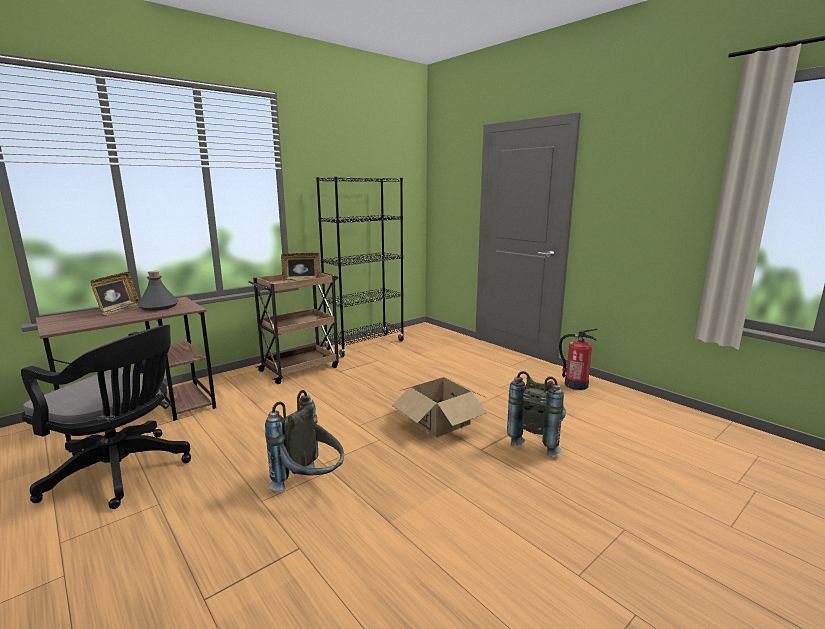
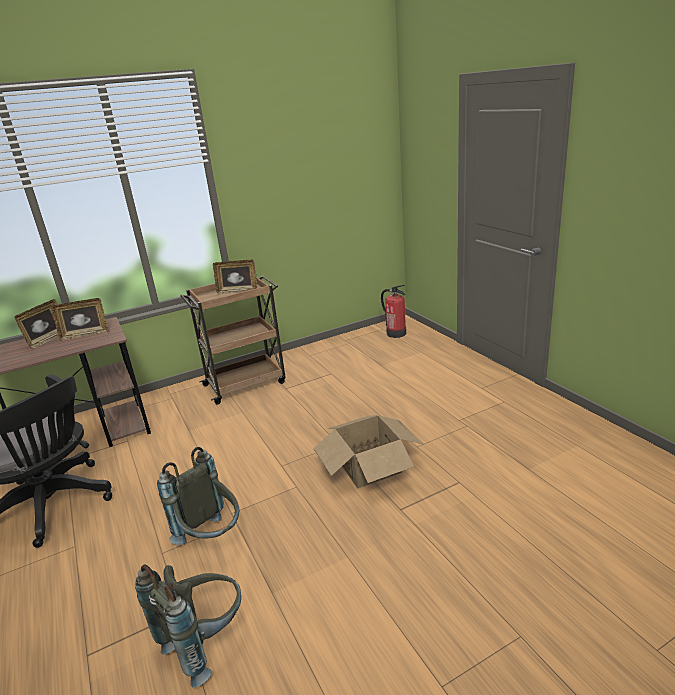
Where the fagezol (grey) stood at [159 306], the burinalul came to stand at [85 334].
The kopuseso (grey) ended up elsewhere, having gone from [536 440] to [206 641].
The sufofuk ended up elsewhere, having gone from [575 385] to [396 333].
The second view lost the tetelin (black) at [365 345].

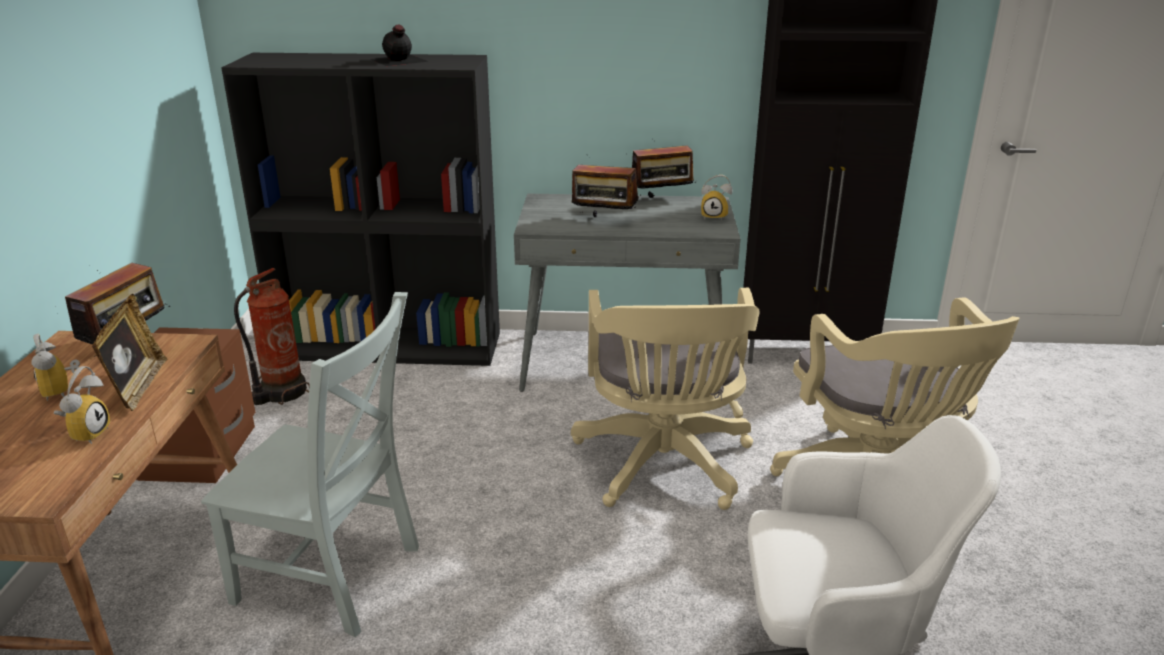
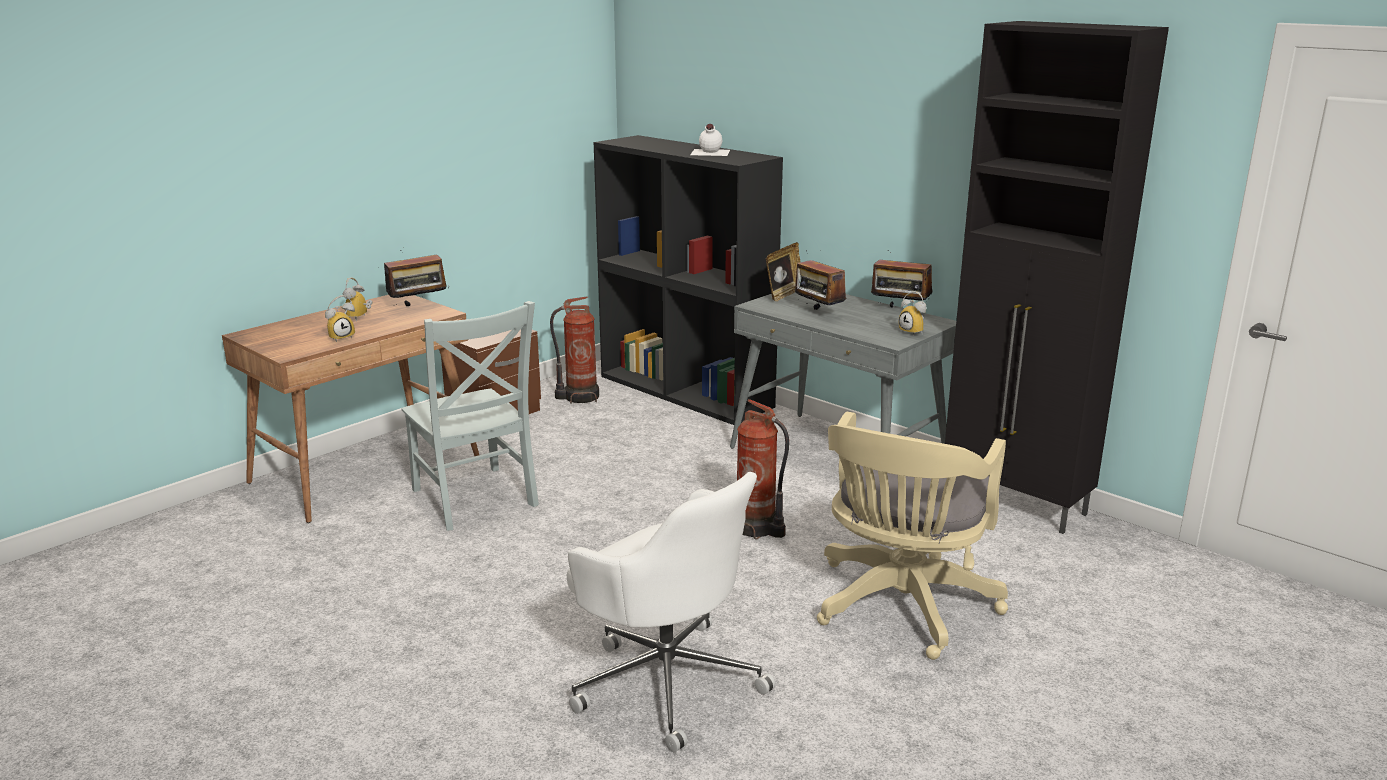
What was the fagezol (black) at [398 60] turned into the fagezol (white) at [709 152].
Where the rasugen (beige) stood at [664 467], the sufofuk came to stand at [757 528].
The burinalul ended up elsewhere, having gone from [138 387] to [784 294].

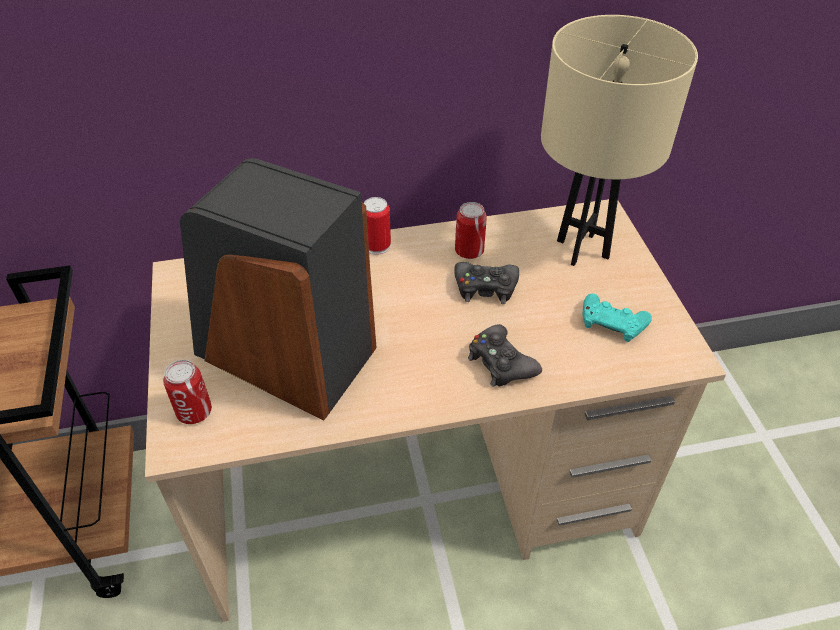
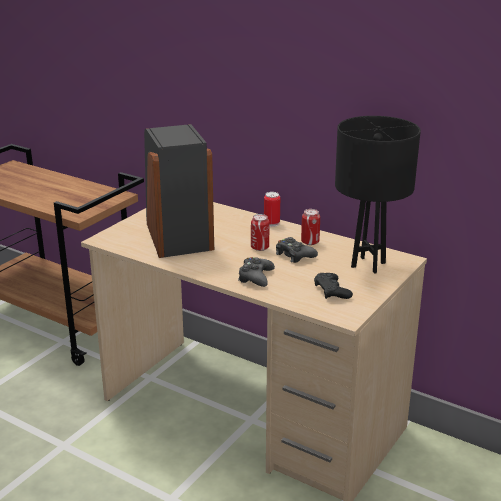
The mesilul ended up elsewhere, having gone from [194 412] to [260 247].
What was the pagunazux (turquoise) at [612 323] turned into the pagunazux (black) at [332 291].
What was the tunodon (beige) at [582 248] turned into the tunodon (black) at [368 264].

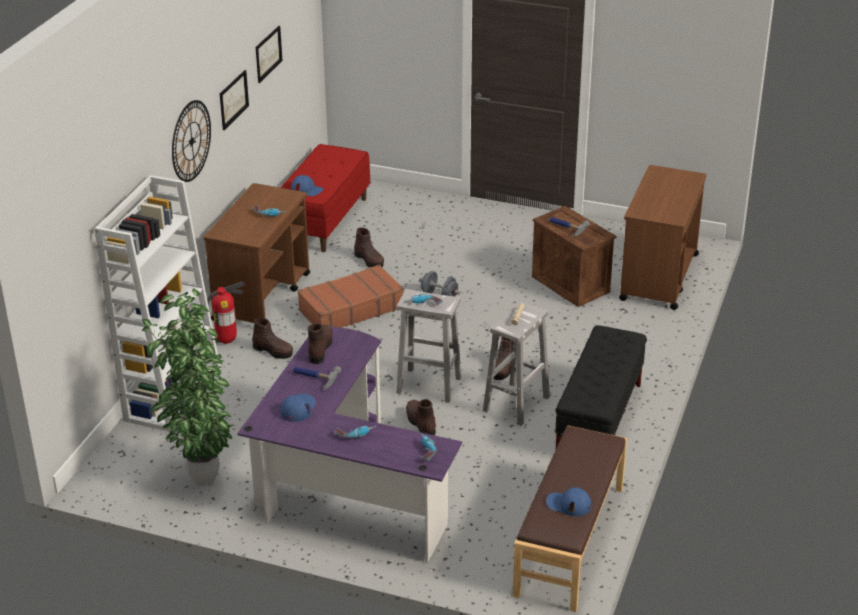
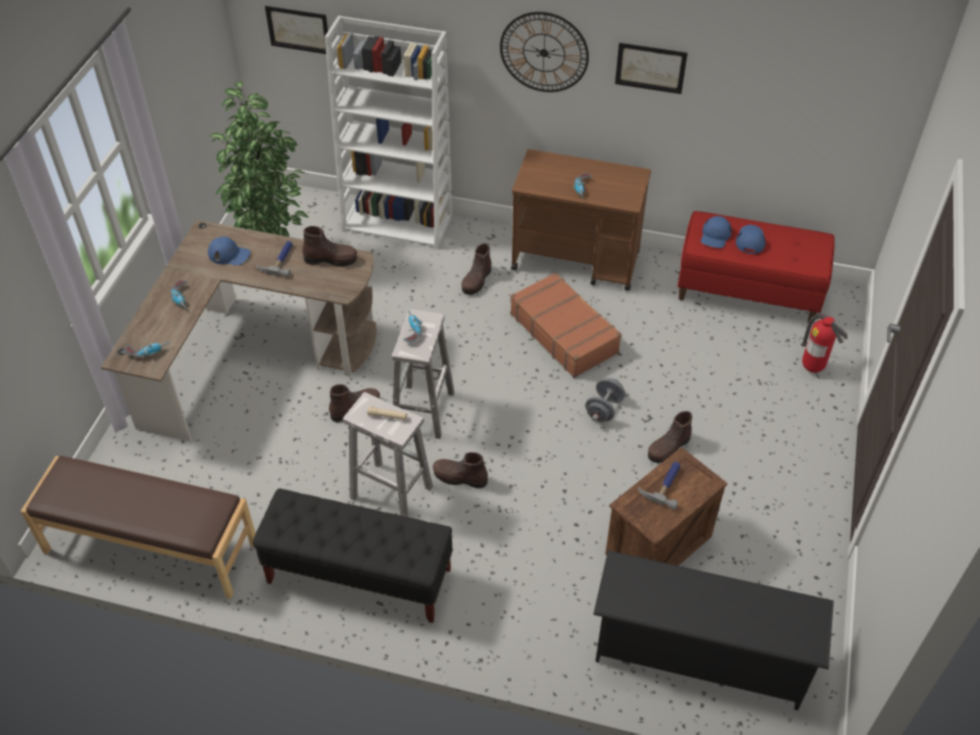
What was the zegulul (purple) at [341 488] turned into the zegulul (brown) at [252 355].
The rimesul ended up elsewhere, having gone from [268 54] to [298 29].
Where the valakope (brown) stood at [658 277], the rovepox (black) came to stand at [699 655].
The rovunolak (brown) ended up elsewhere, having gone from [369 260] to [668 448].
The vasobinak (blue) ended up elsewhere, having gone from [568 504] to [750 240].
The sufofuk ended up elsewhere, having gone from [226 341] to [813 368].

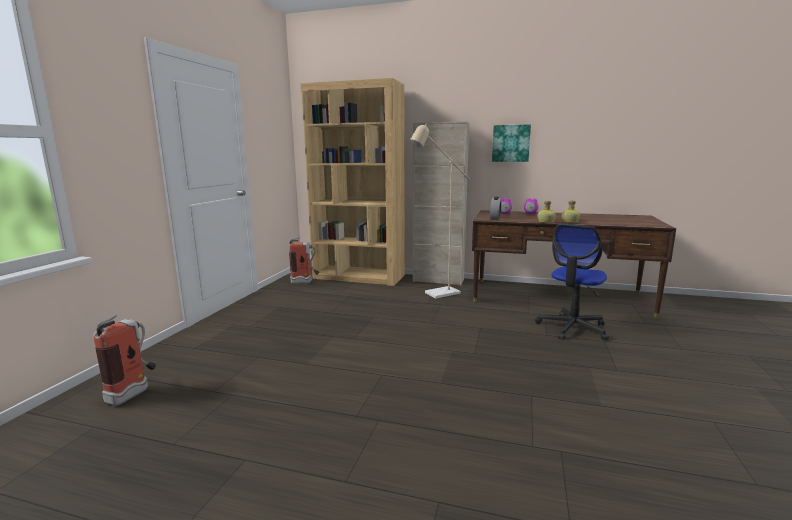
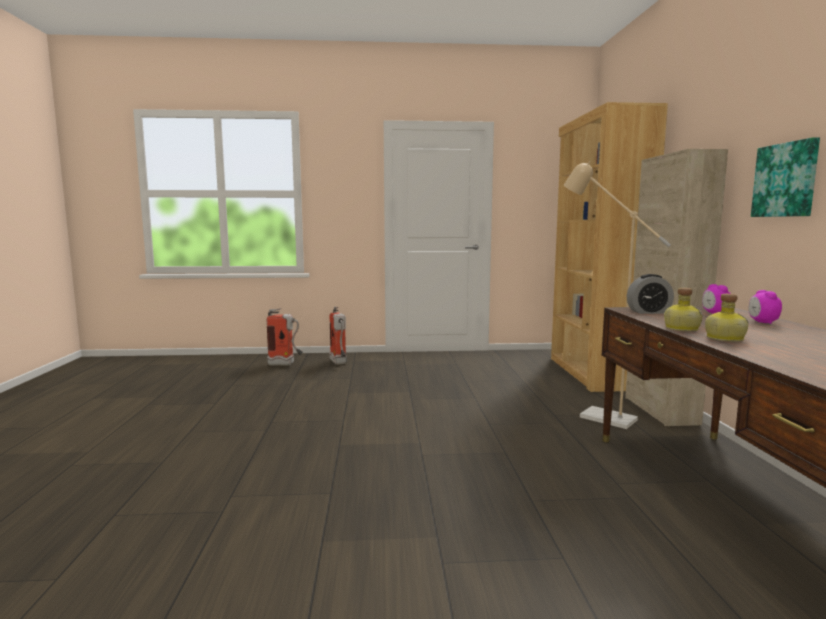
The sufofuk ended up elsewhere, having gone from [305 282] to [339 363].
The second view lost the rasugen at [572 328].

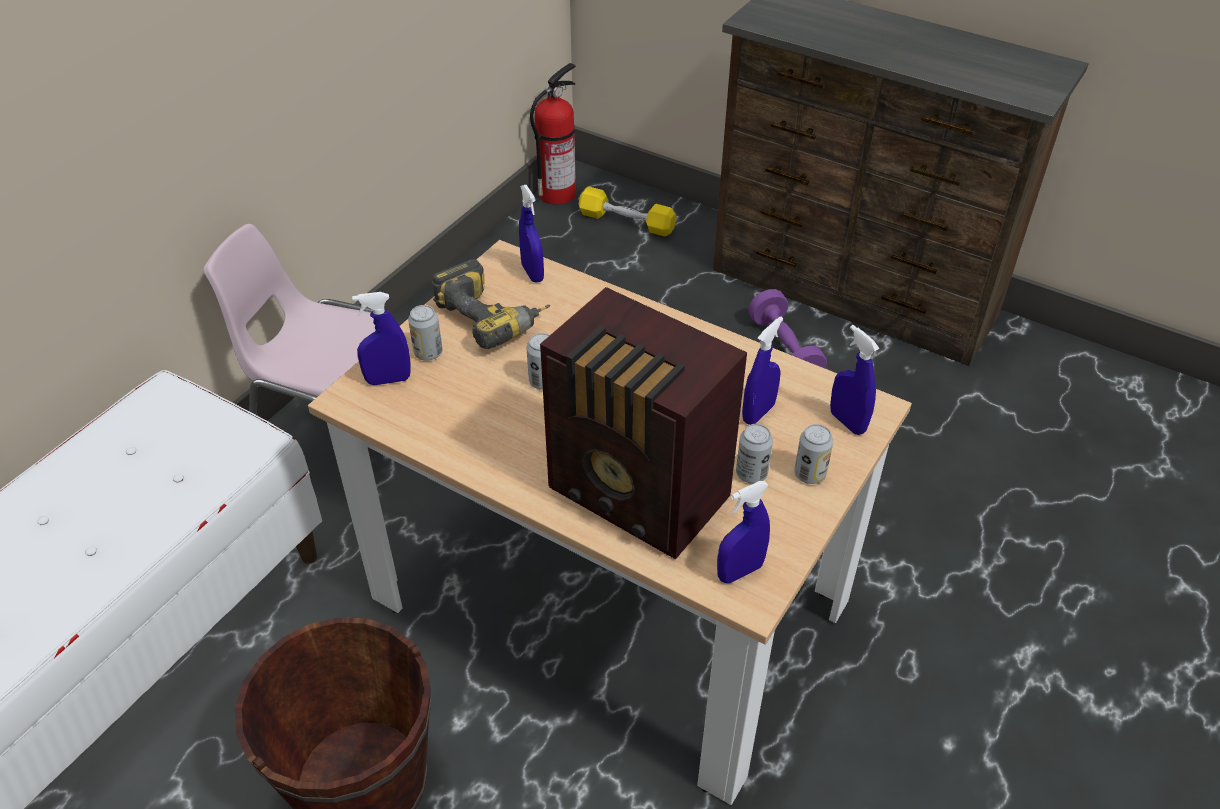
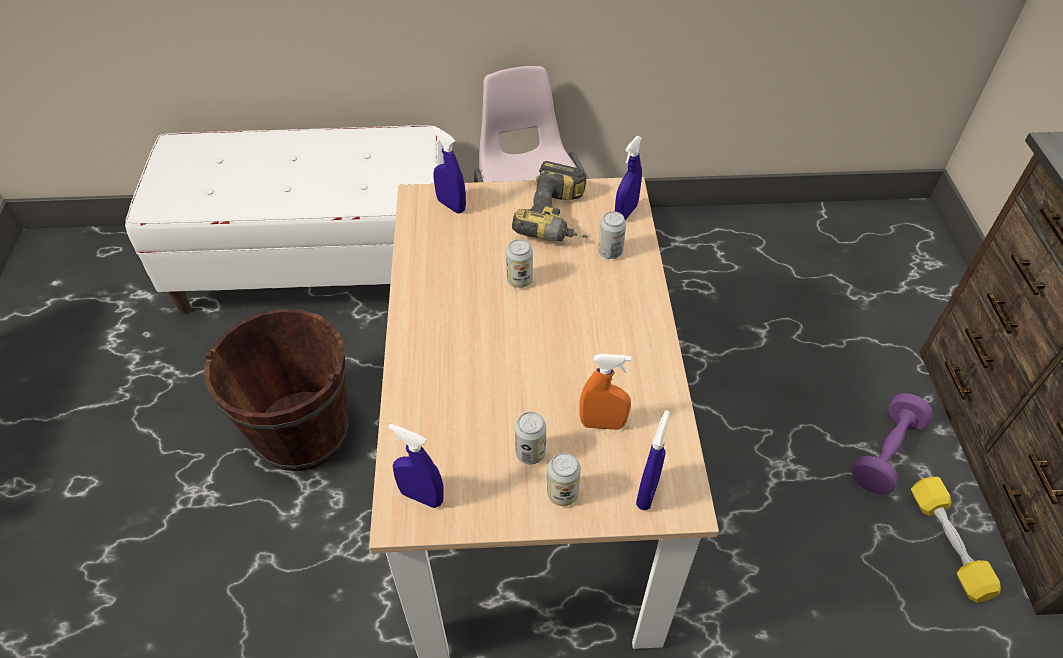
What was the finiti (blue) at [758 413] turned into the finiti (orange) at [602 424].
The mesilul ended up elsewhere, having gone from [428 353] to [610 252].
The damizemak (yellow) ended up elsewhere, having gone from [626 222] to [947 544].
The second view lost the sufofuk at [557 193].
The second view lost the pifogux at [640 497].

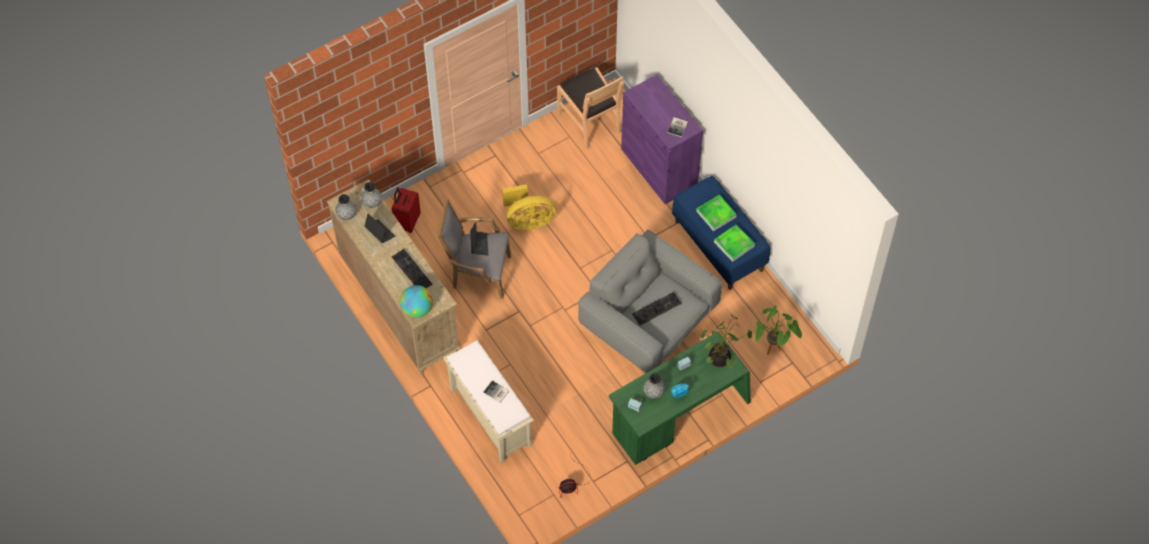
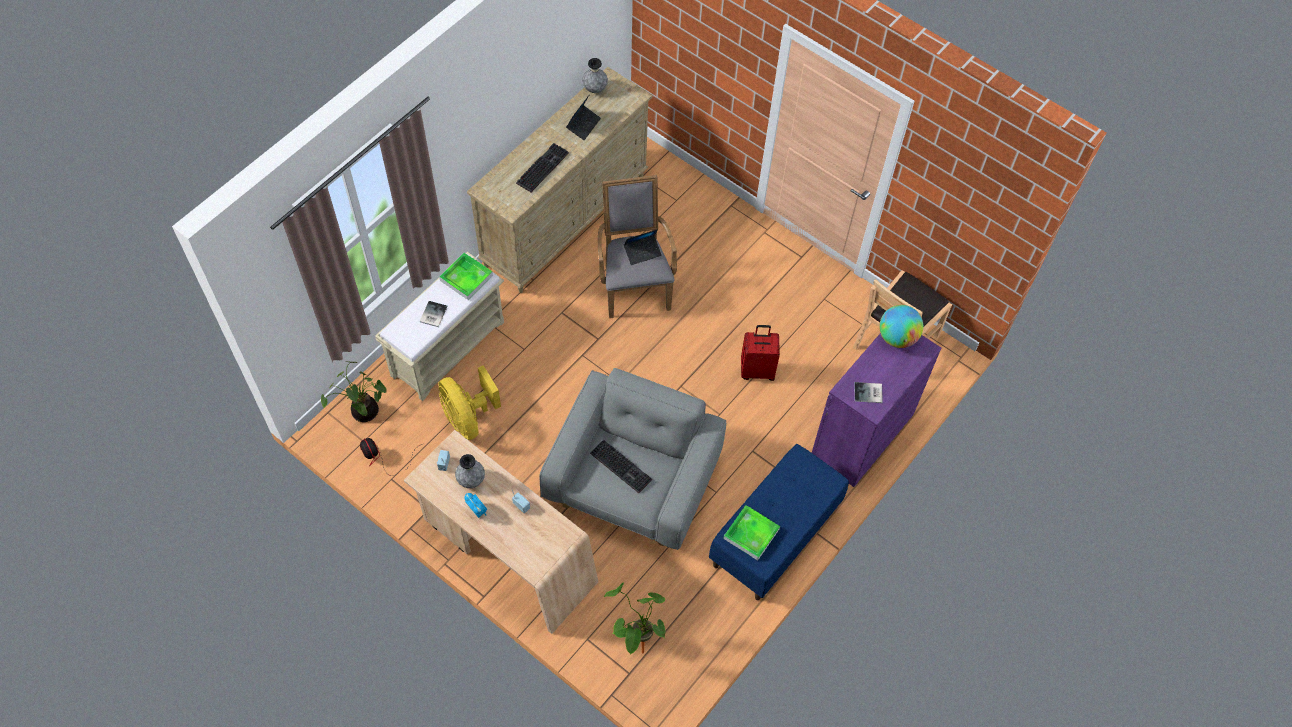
The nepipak ended up elsewhere, having gone from [720 359] to [363 413].
What was the zegulul (green) at [679 416] turned into the zegulul (beige) at [507 553].
The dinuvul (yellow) ended up elsewhere, having gone from [528 221] to [468 418].
The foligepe ended up elsewhere, having gone from [716 214] to [466 278].
The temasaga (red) ended up elsewhere, having gone from [407 222] to [757 370].
The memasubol ended up elsewhere, having gone from [417 309] to [897 337].
The second view lost the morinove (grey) at [372 203].

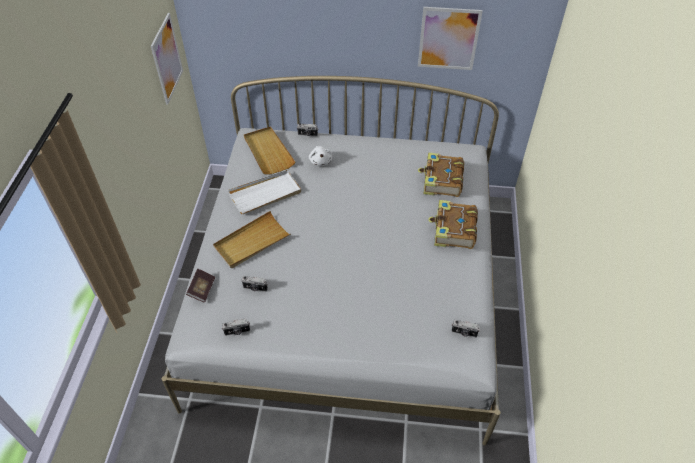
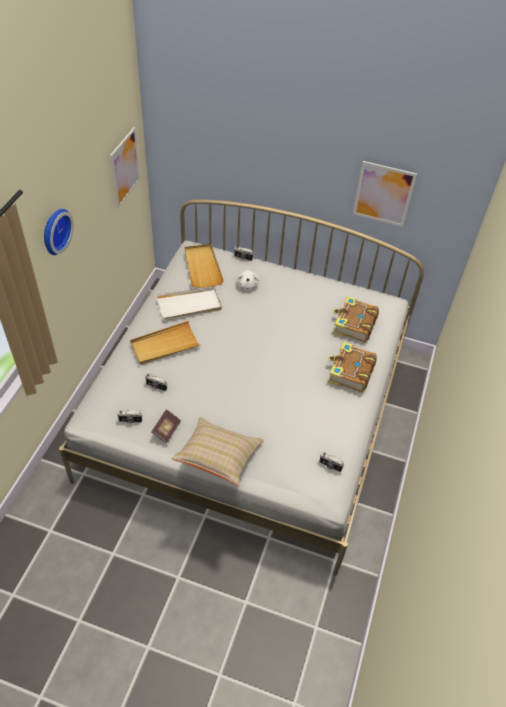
The second view gained the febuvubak at [54 230].
The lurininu ended up elsewhere, having gone from [202 289] to [166 430].
The second view gained the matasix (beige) at [218 458].

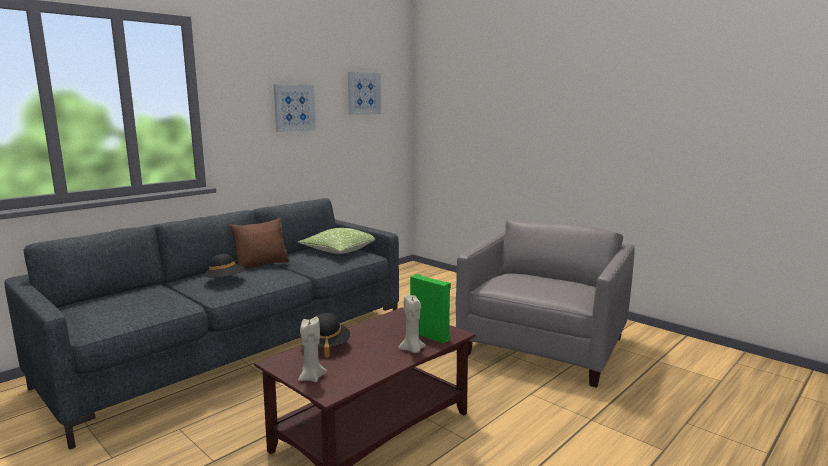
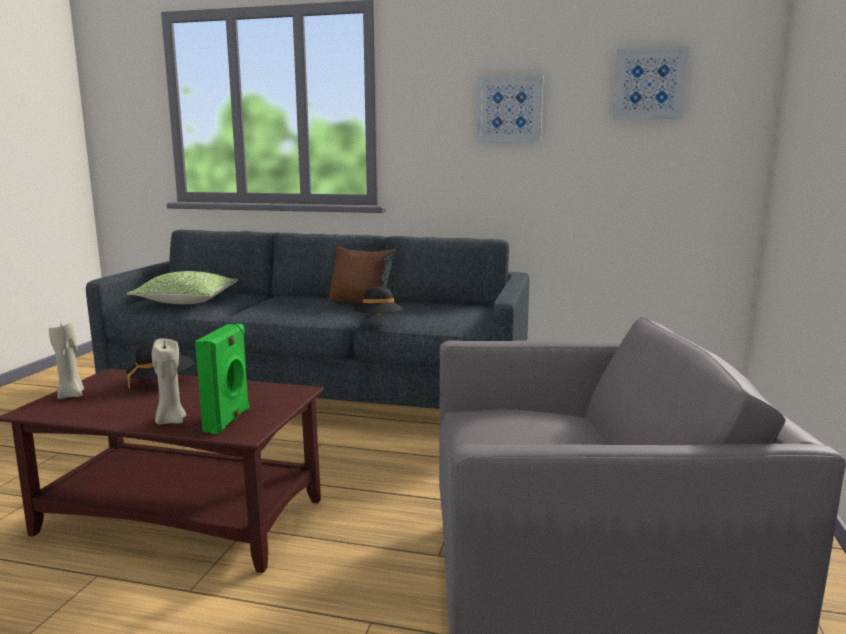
The matasix ended up elsewhere, having gone from [339 250] to [187 301].
The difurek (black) ended up elsewhere, having gone from [225 281] to [379 321].

